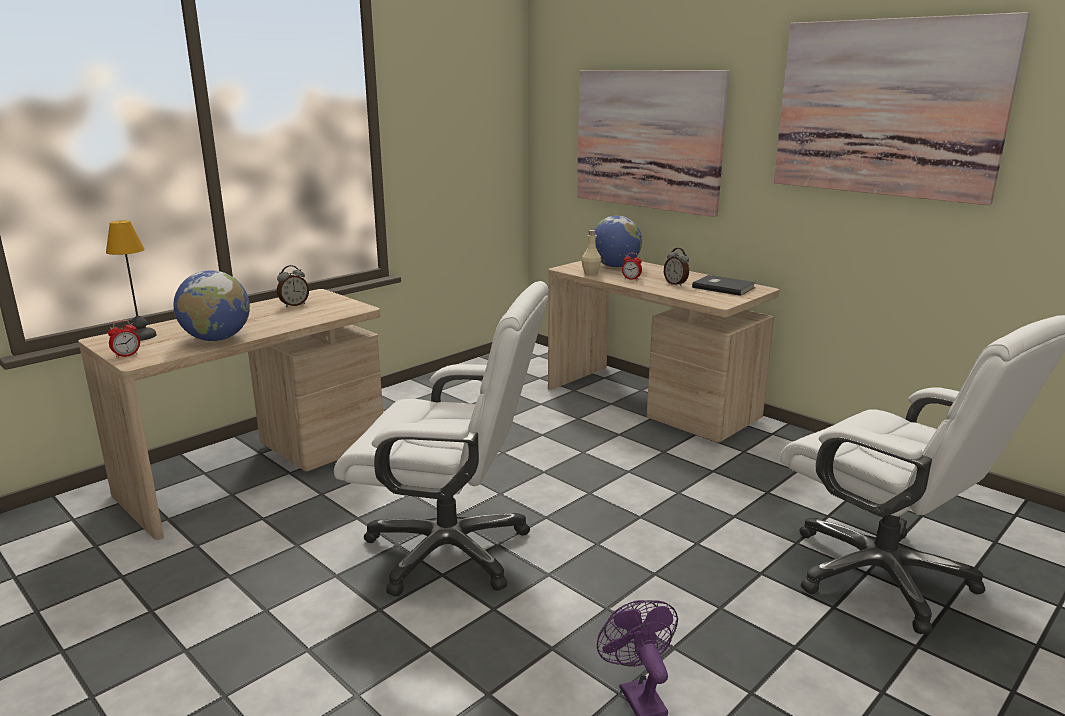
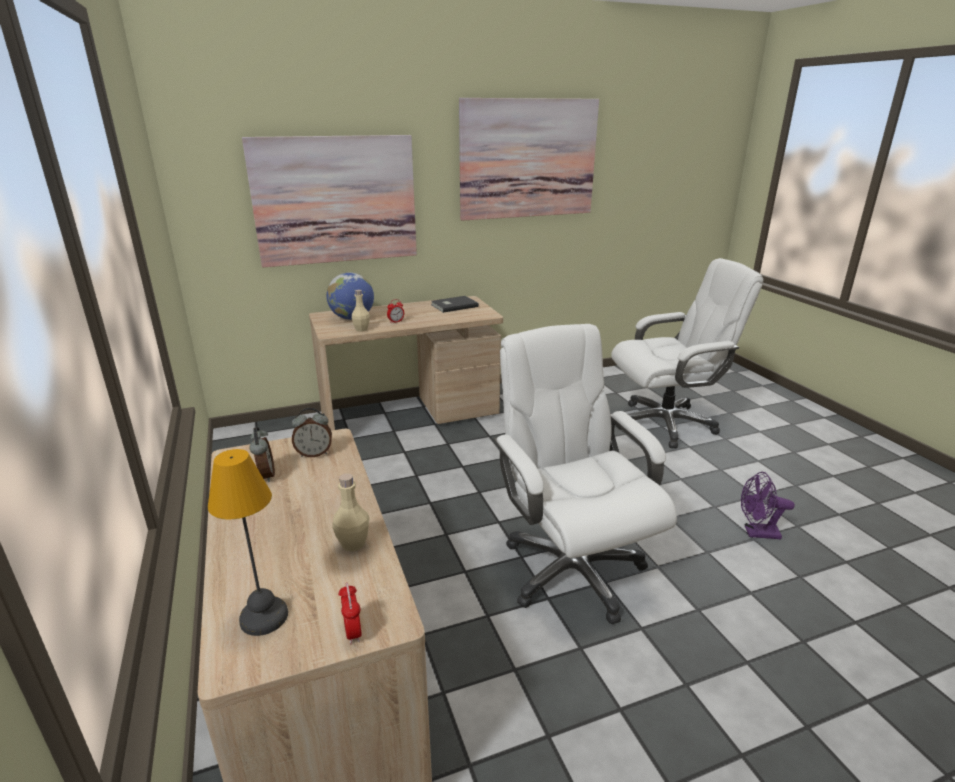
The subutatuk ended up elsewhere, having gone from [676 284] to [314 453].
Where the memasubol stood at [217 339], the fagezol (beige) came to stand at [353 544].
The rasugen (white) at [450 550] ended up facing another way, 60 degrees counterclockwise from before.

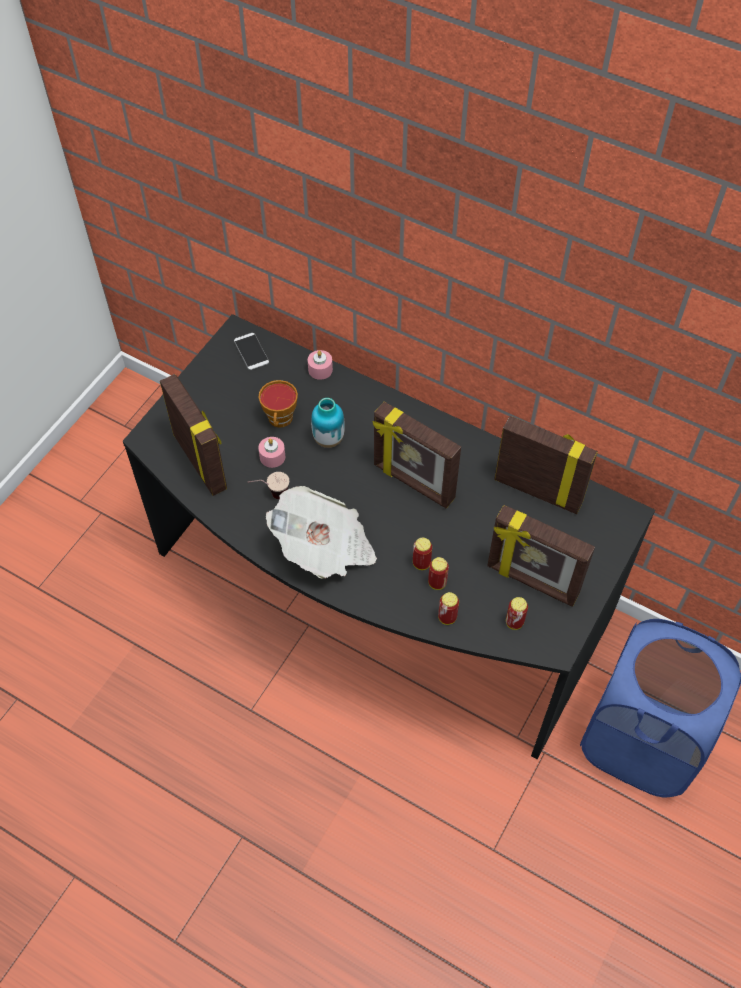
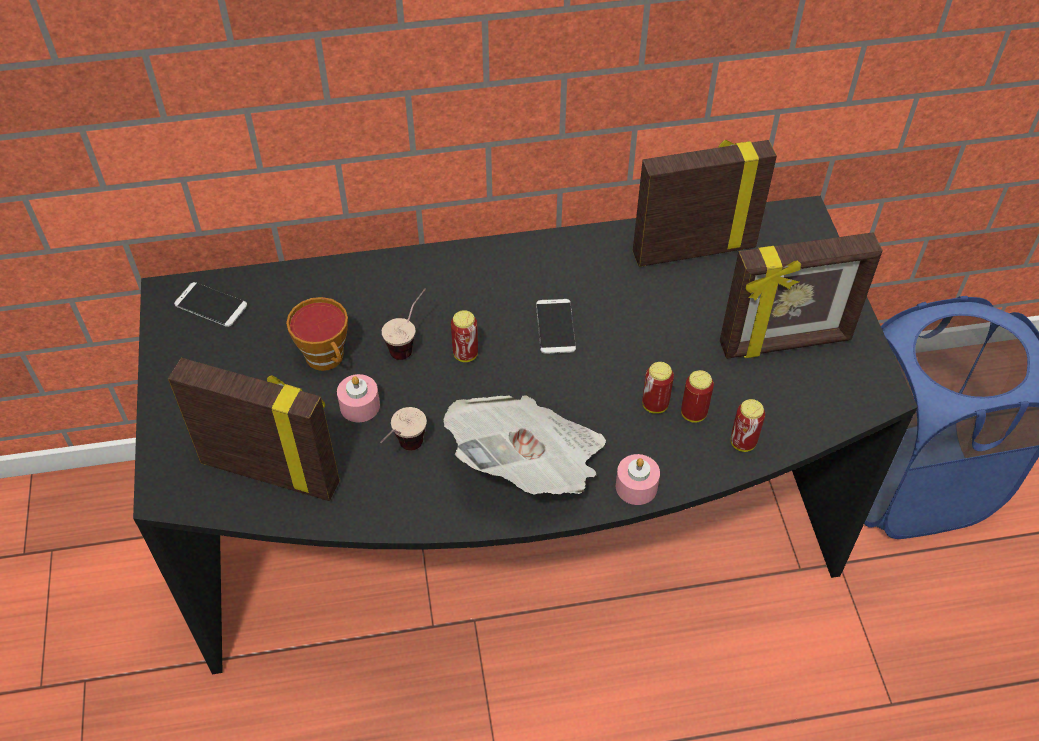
Where the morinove stood at [328 439], the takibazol came to stand at [409 343].
The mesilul ended up elsewhere, having gone from [514 622] to [465 354].
Where the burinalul stood at [413 483], the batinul came to stand at [555 327].
The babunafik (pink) ended up elsewhere, having gone from [320 370] to [636 487].

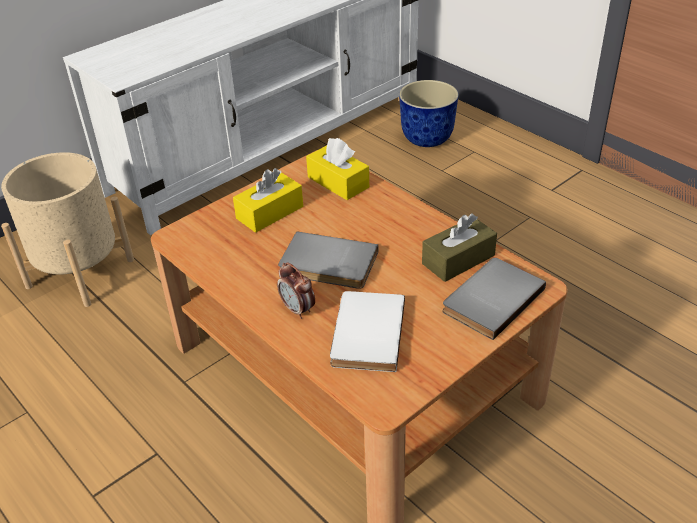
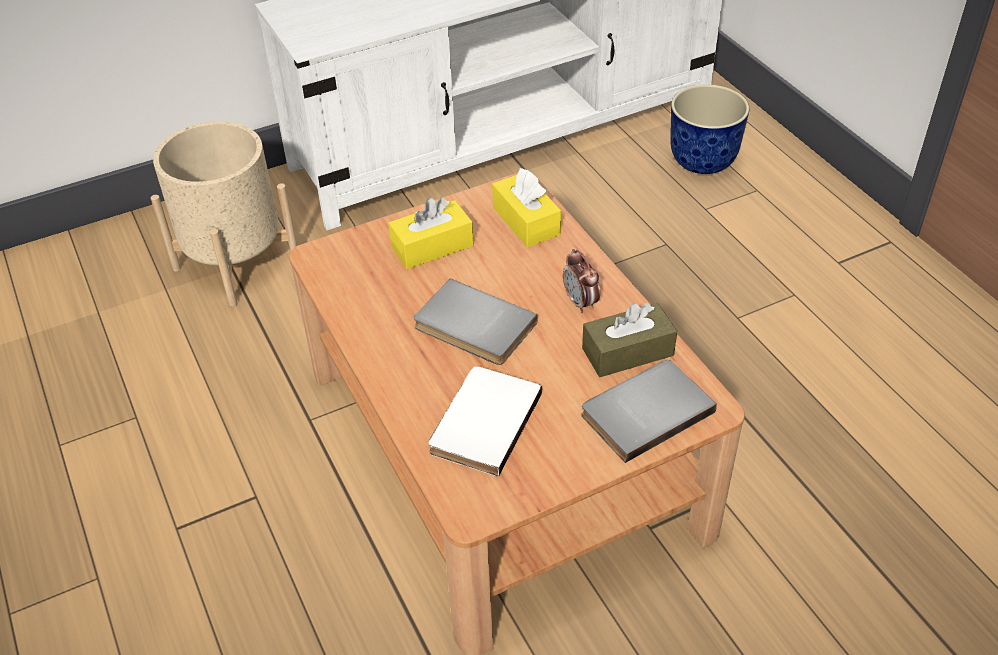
The subutatuk ended up elsewhere, having gone from [298 310] to [580 302].

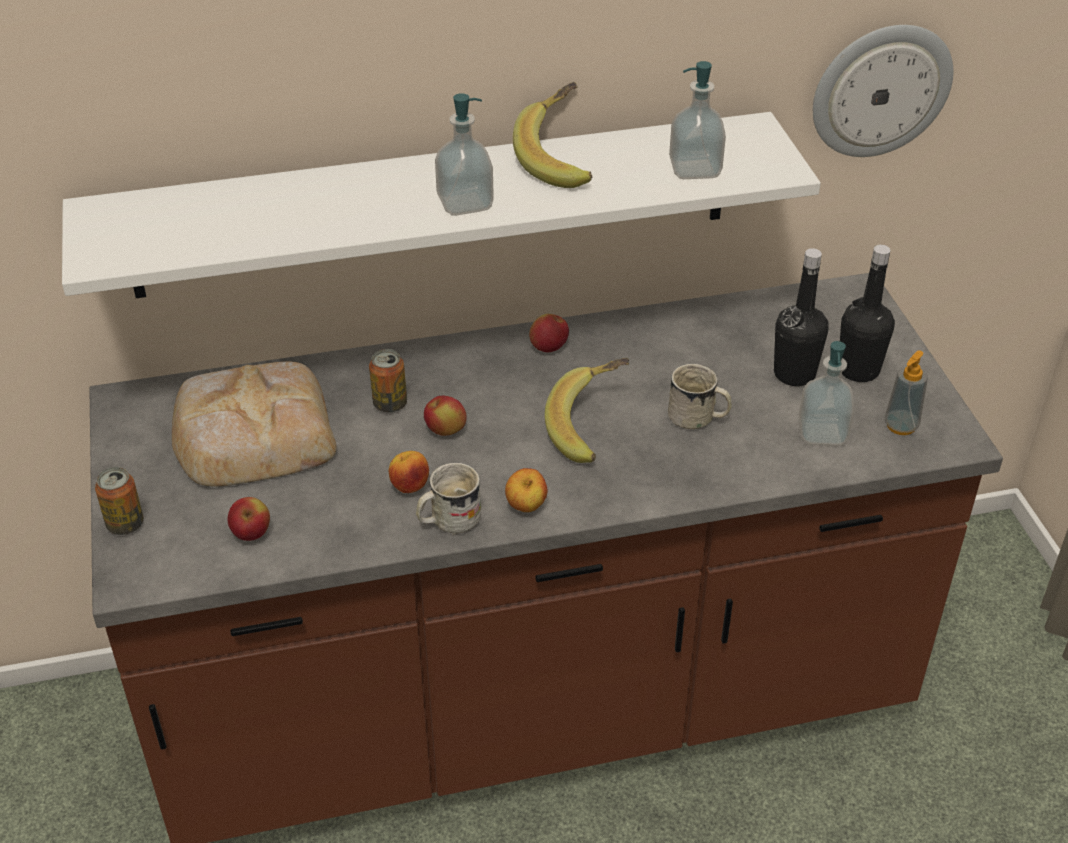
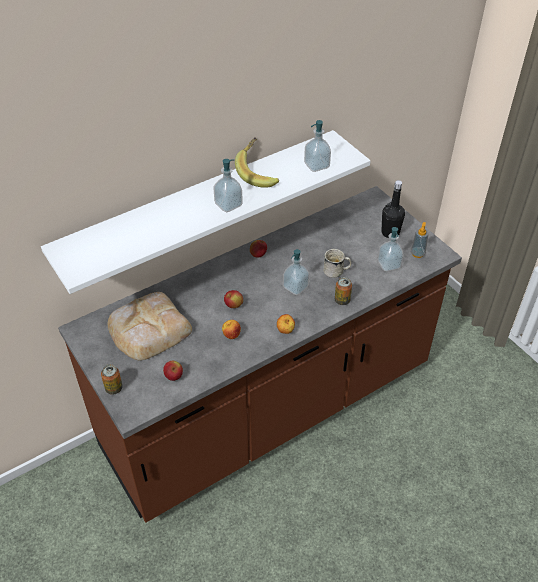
Where the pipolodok stood at [593 428], the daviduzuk came to stand at [295 287].
The mesilul ended up elsewhere, having gone from [390 404] to [342 300].
The second view lost the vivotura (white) at [448 520].
The second view lost the fagezol (black) at [794 374].
The second view lost the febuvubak at [880 90].

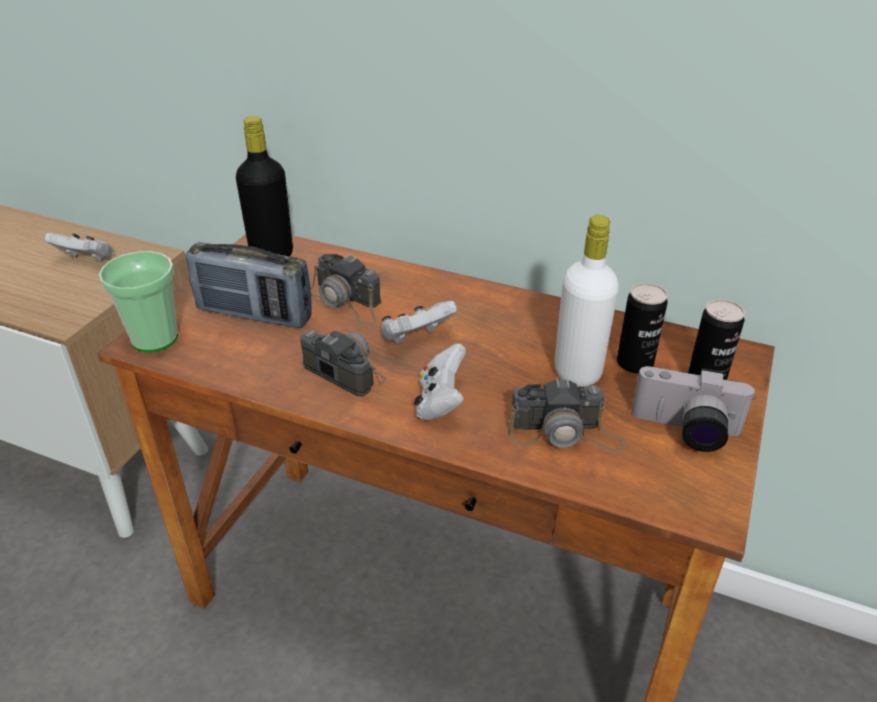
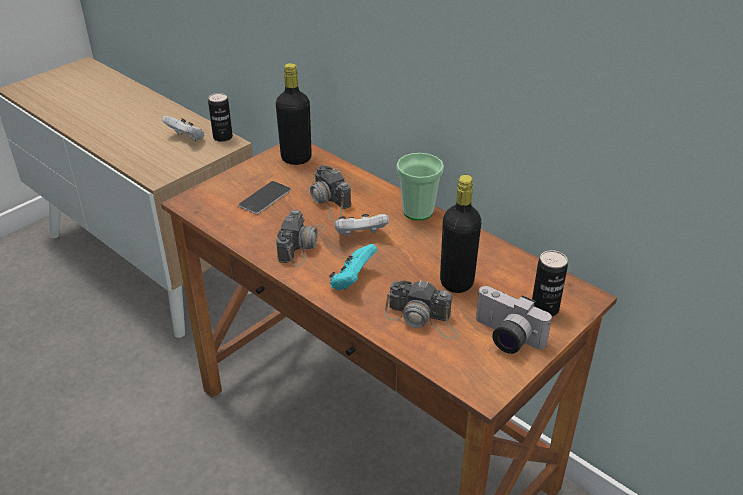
The mesilul ended up elsewhere, having gone from [634 363] to [223 137].
Where the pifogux stood at [254 314], the batinul came to stand at [265 197].
The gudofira at [341 366] ended up facing another way, 45 degrees clockwise from before.
What was the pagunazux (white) at [440 402] turned into the pagunazux (turquoise) at [352 280].
The takibazol ended up elsewhere, having gone from [154 338] to [418 211].
What was the fagezol (white) at [577 372] turned into the fagezol (black) at [456 282].

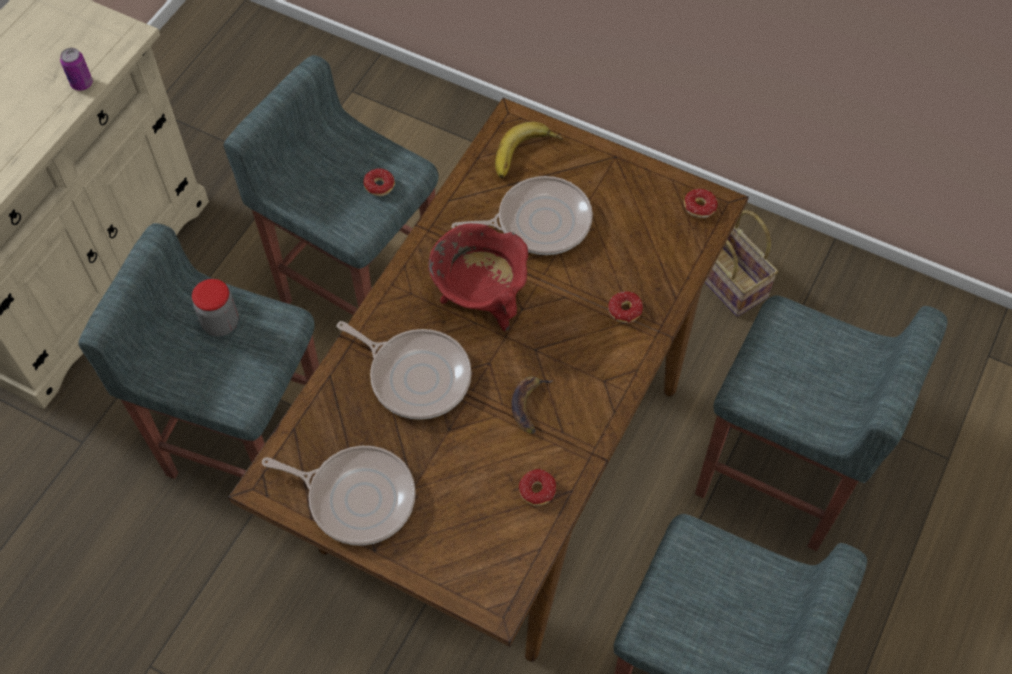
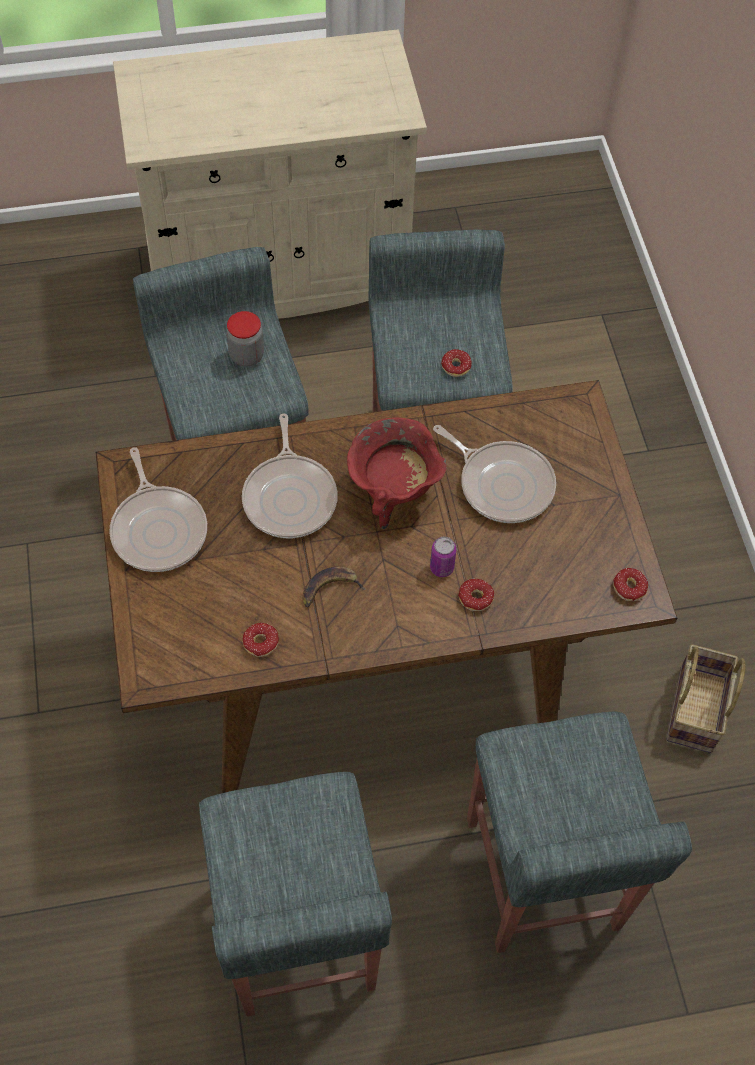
The mesilul ended up elsewhere, having gone from [82 84] to [441 568].
The second view lost the pipolodok at [526 156].

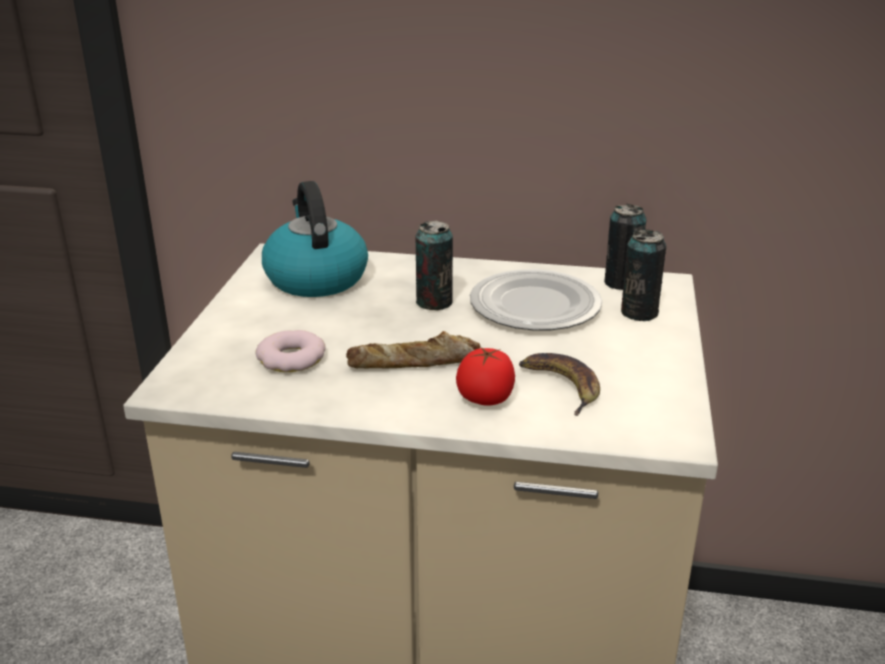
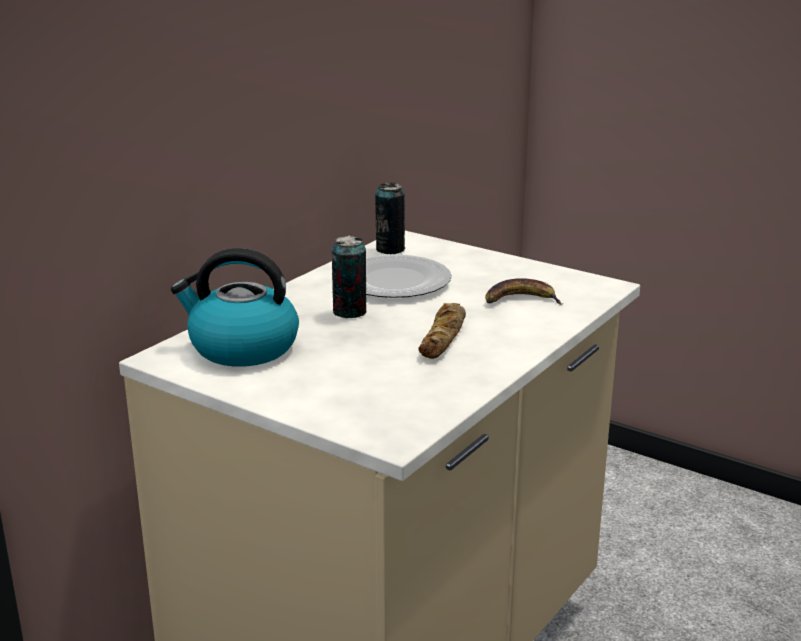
The second view lost the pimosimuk at [291 358].
The second view lost the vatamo at [485 398].
The second view lost the mesilul at [639 312].

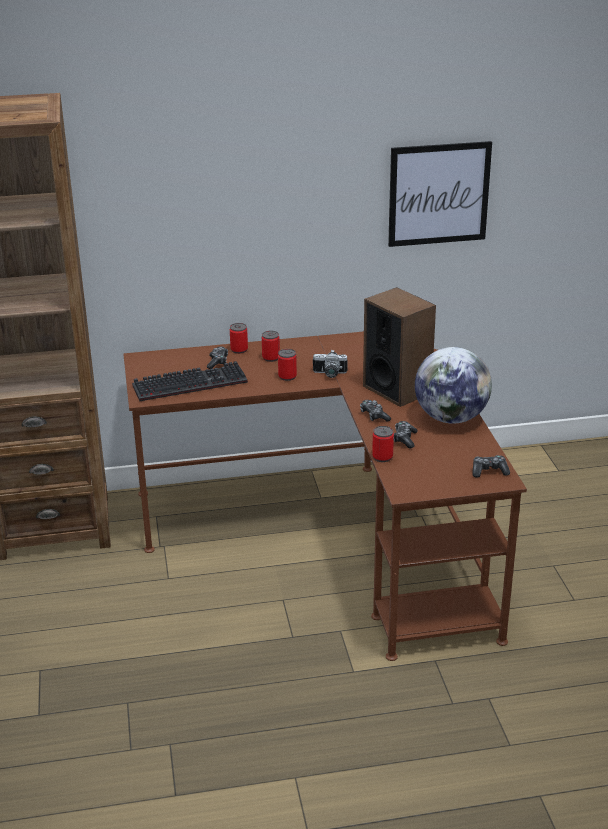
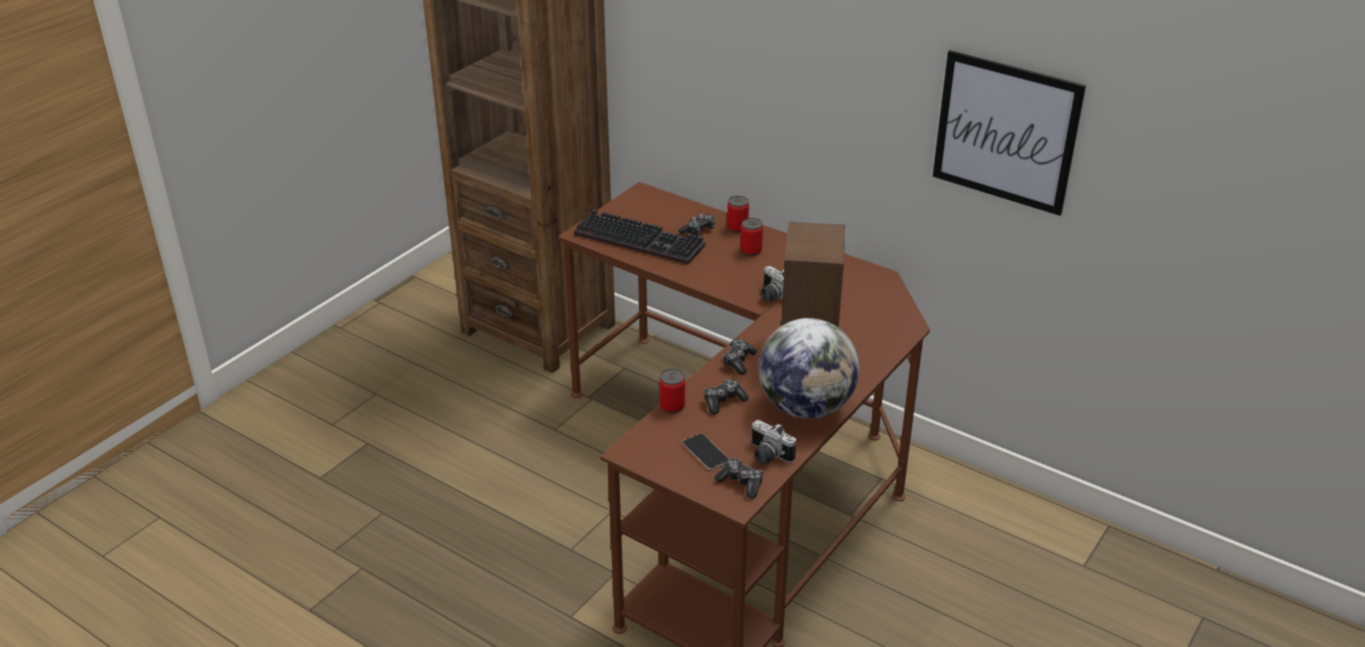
The second view gained the batinul at [705 452].
The second view gained the gudofira at [767 456].
The second view lost the mesilul at [287 377].

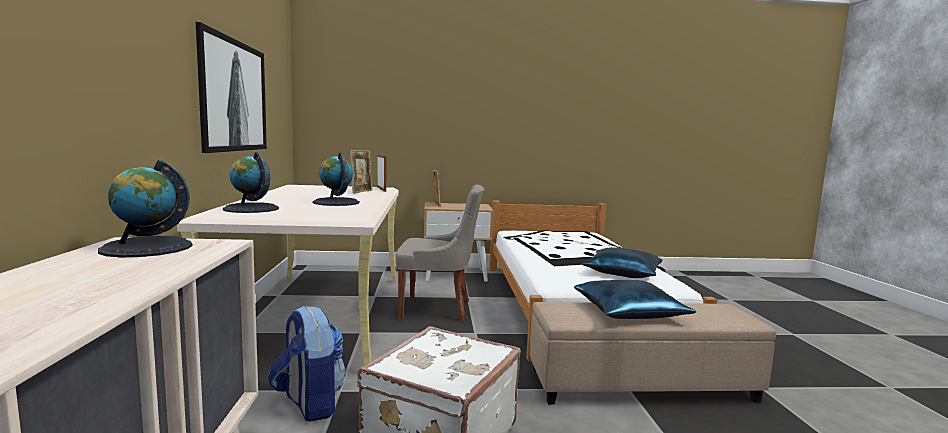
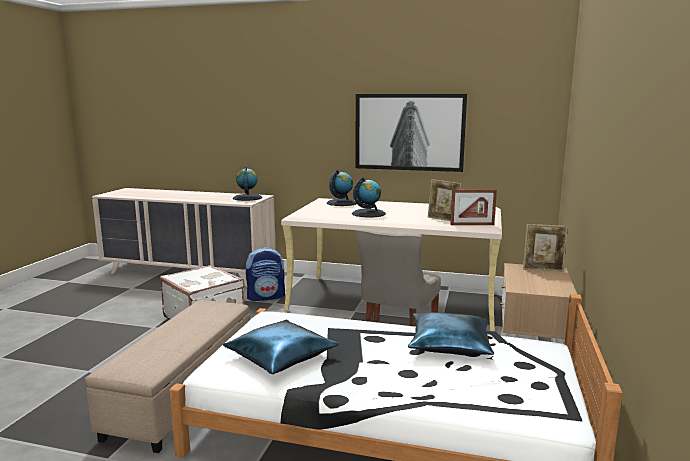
The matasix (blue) ended up elsewhere, having gone from [629 312] to [449 344].

